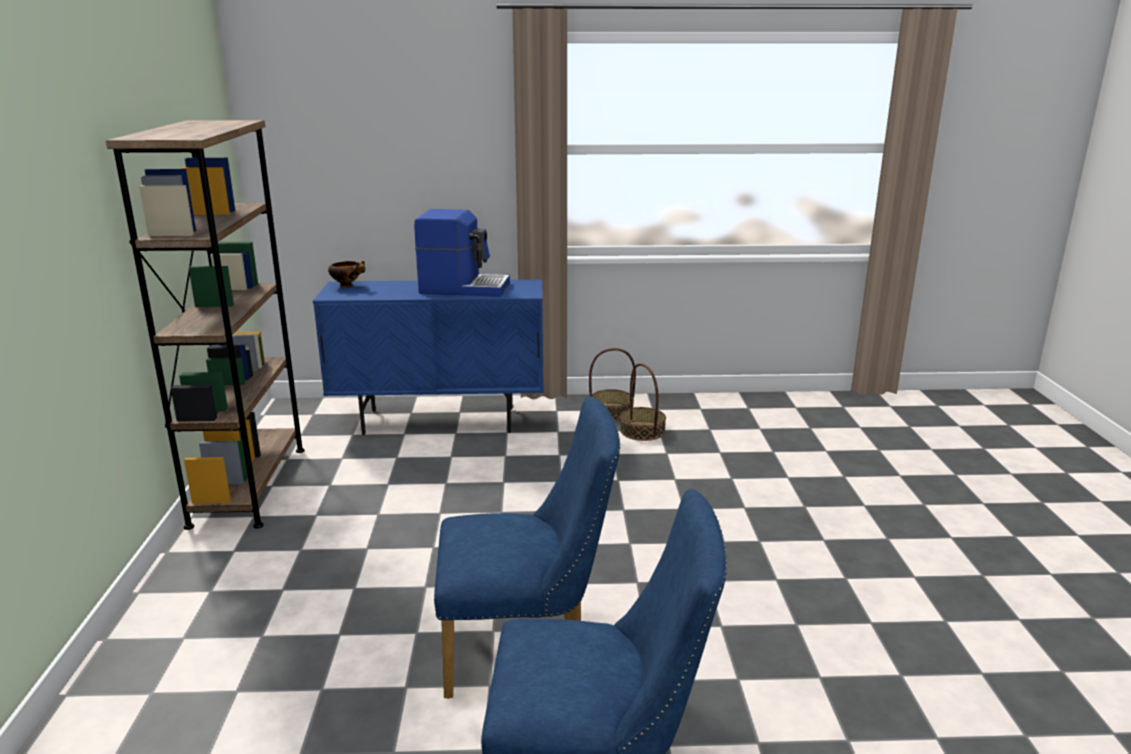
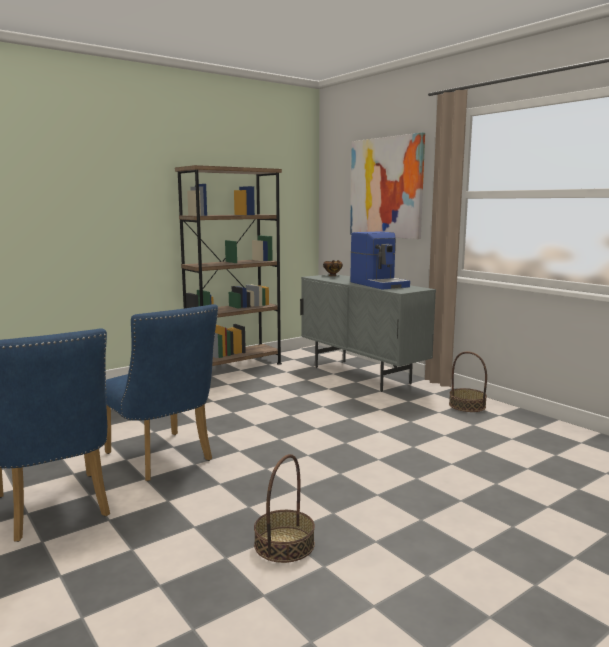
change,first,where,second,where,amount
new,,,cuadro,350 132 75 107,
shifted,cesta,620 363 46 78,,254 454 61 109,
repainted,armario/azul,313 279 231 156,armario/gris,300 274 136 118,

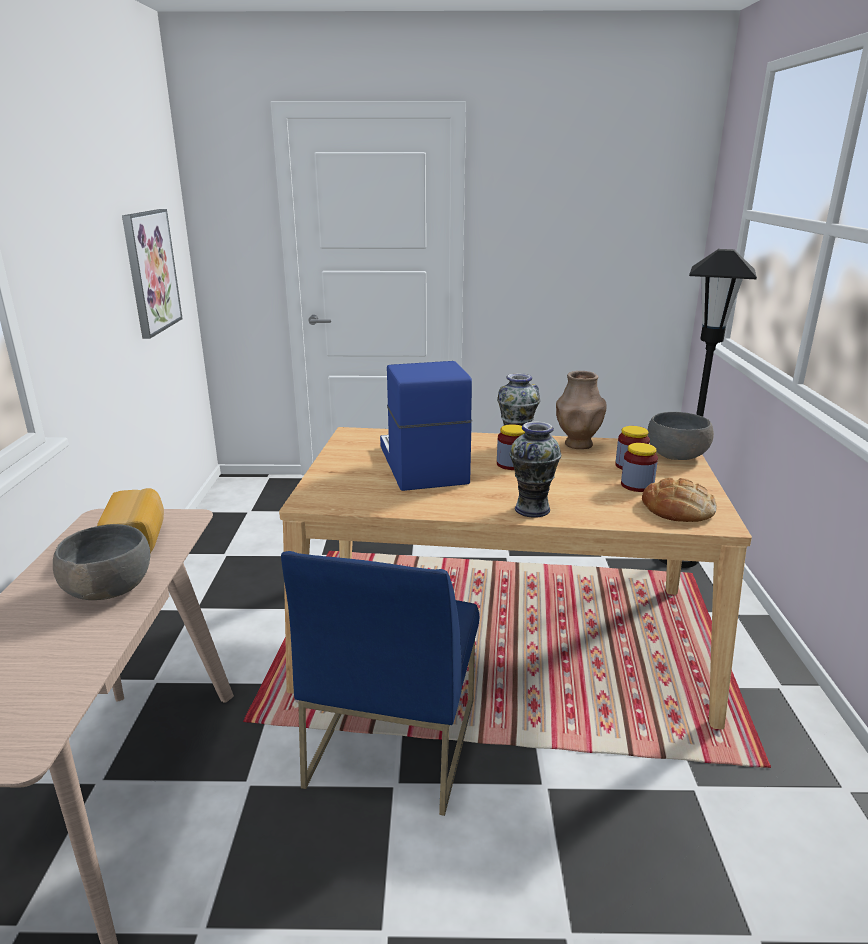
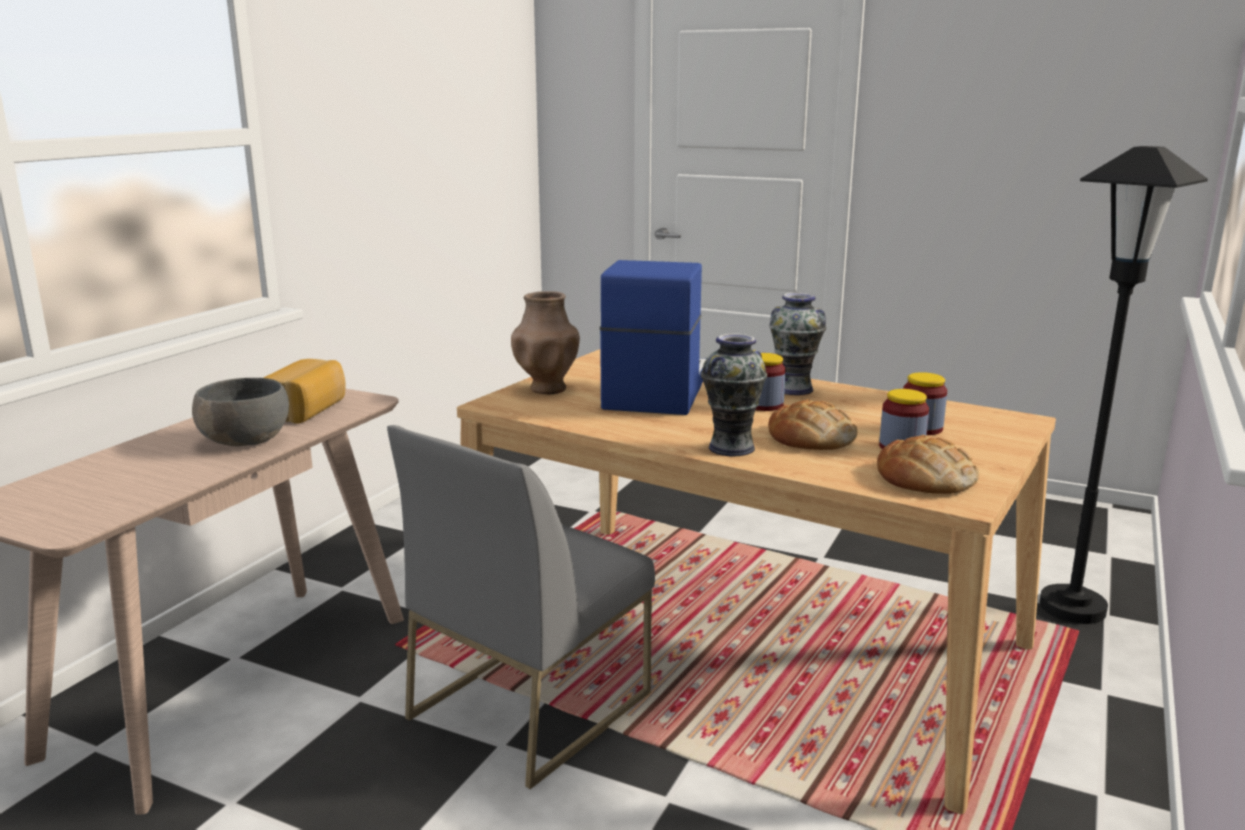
change,first,where,second,where,amount
gone,cuadro,122 209 61 130,,,
gone,cuenco/gris,648 412 66 48,,,
new,,,pan,768 399 89 51,
shifted,florero/marrón,556 371 51 78,,511 291 69 103,
repainted,silla/azul,281 551 198 265,silla/gris,387 425 268 364,

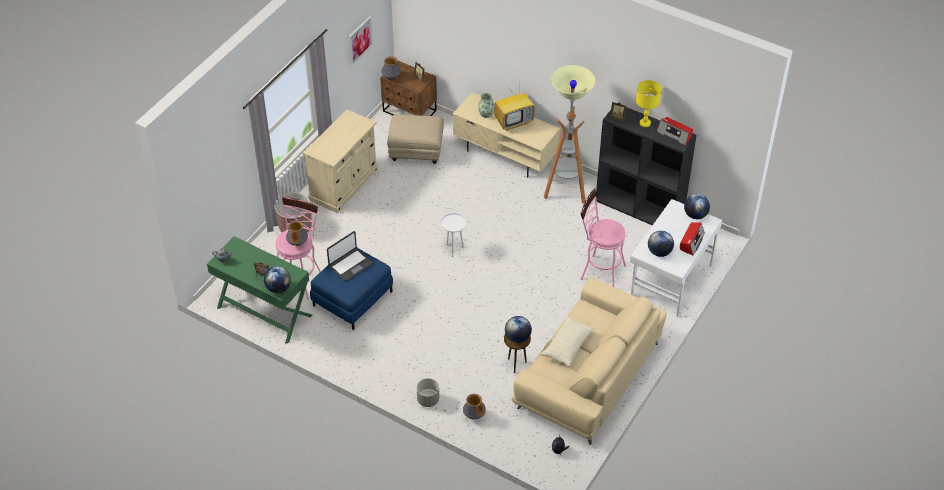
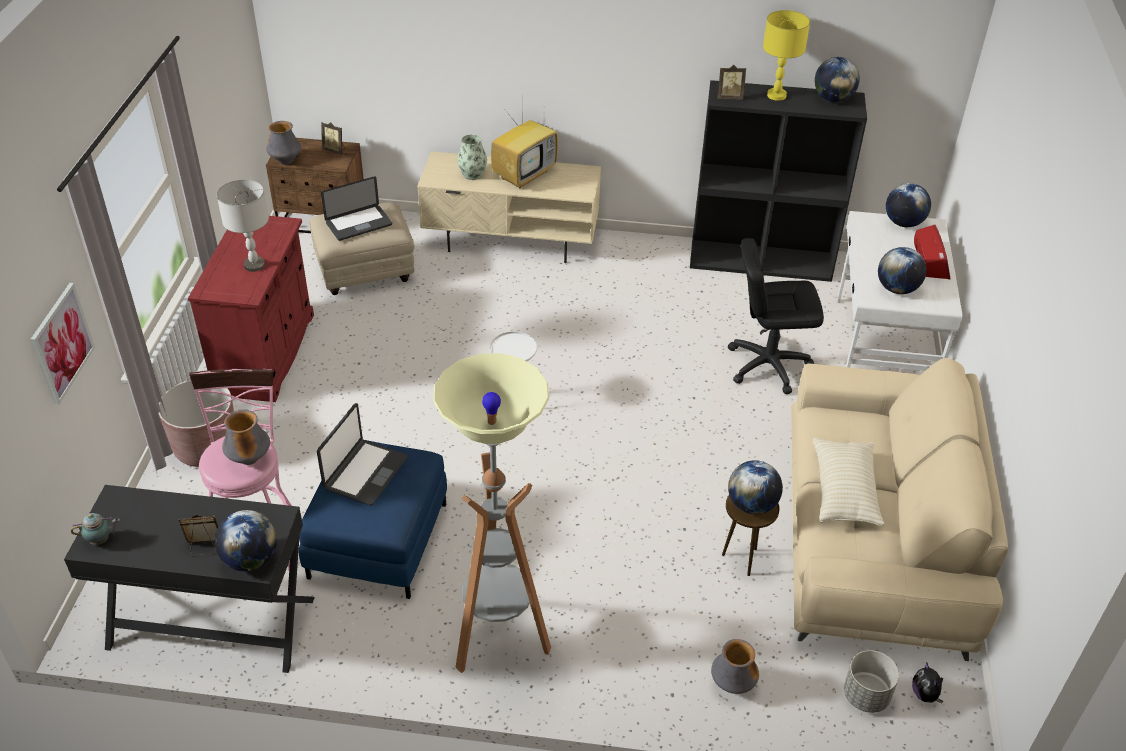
change,first,where,second,where,amount
new,,,lámpara de mesa/gris,217 179 52 93,
new,,,portátil,321 176 71 65,
shifted,cuadro,349 16 24 49,,31 283 64 122,
shifted,maceta/gris,417 378 22 29,,844 650 55 63,
shifted,lámpara de pie,544 65 52 138,,433 353 118 320,
swapped,taburete/rosa,581 188 45 99,silla de oficina/negro,728 238 96 156,
swapped,radio,657 117 36 28,globo terráqueo,815 57 45 45,
repainted,escritorio/verde,207 236 106 108,escritorio/negro,64 485 251 188,
repainted,armario/beis,303 109 75 104,armario/rojo,188 216 126 186,

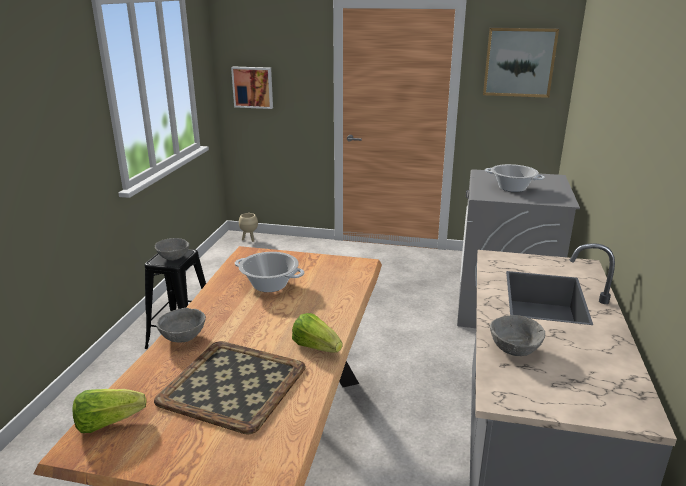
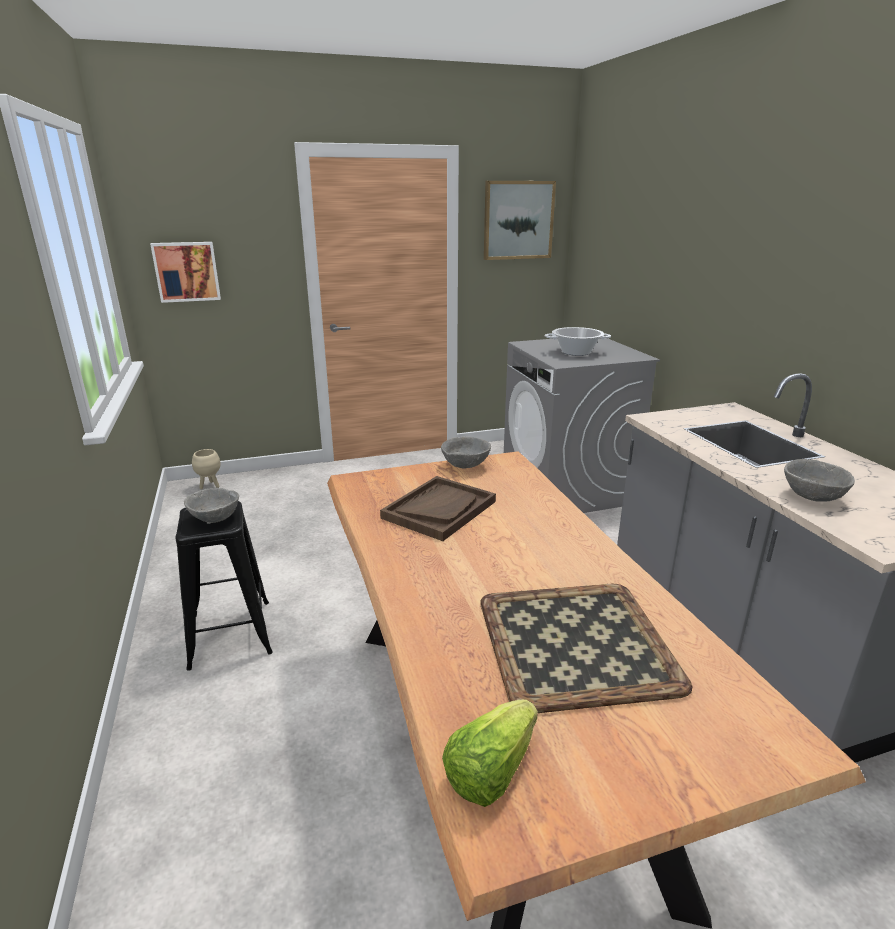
change,first,where,second,where,amount
gone,lechuga,292 313 50 40,,,
shifted,cuenco/gris,156 308 50 35,,441 436 50 33,
swapped,olla,235 252 69 40,bandeja/marrón,380 476 116 65,

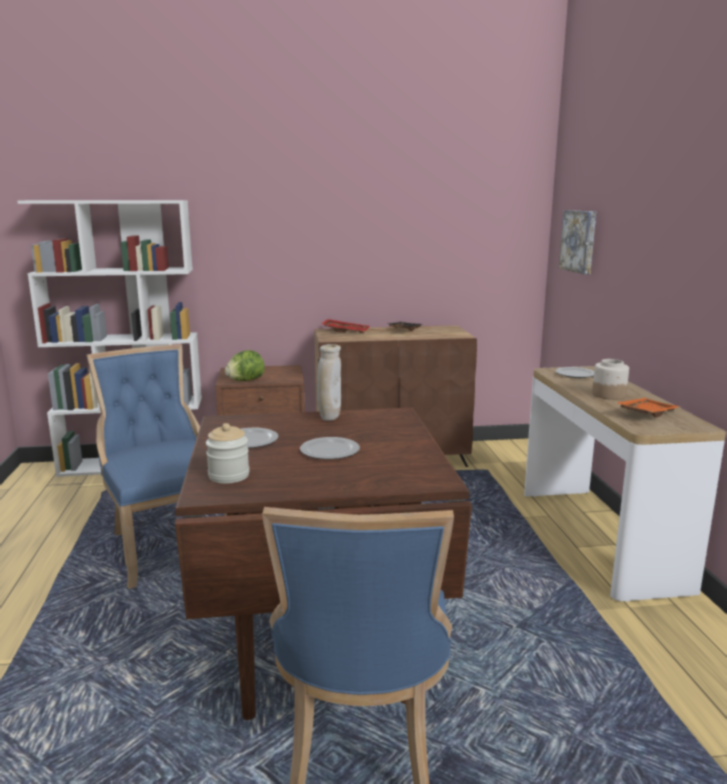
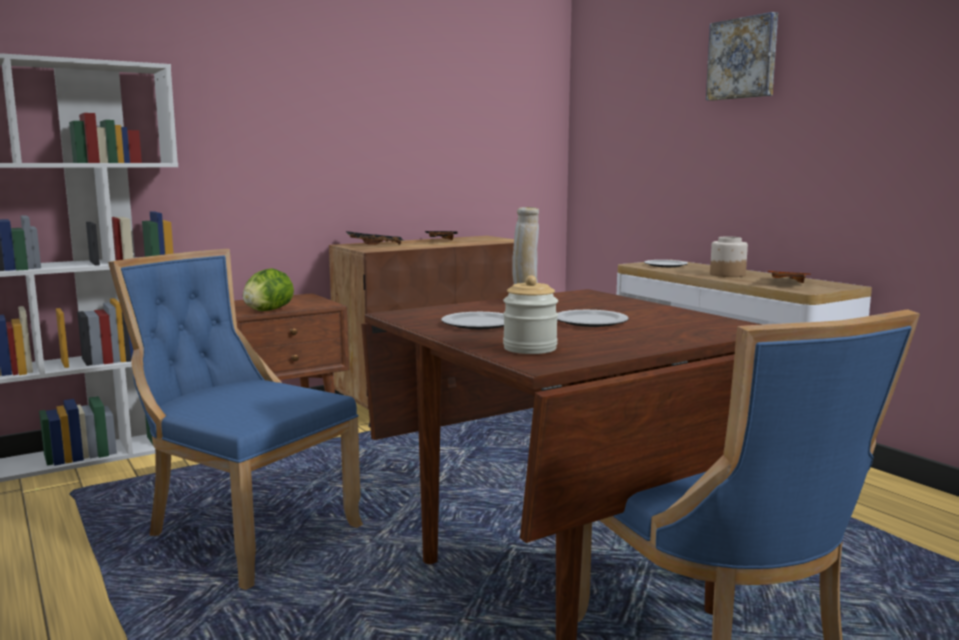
change,first,where,second,where,amount
shifted,cuadro,559 210 37 64,,706 12 72 89,
repainted,bandeja/rojo,321 319 49 15,bandeja/negro,346 231 59 14,

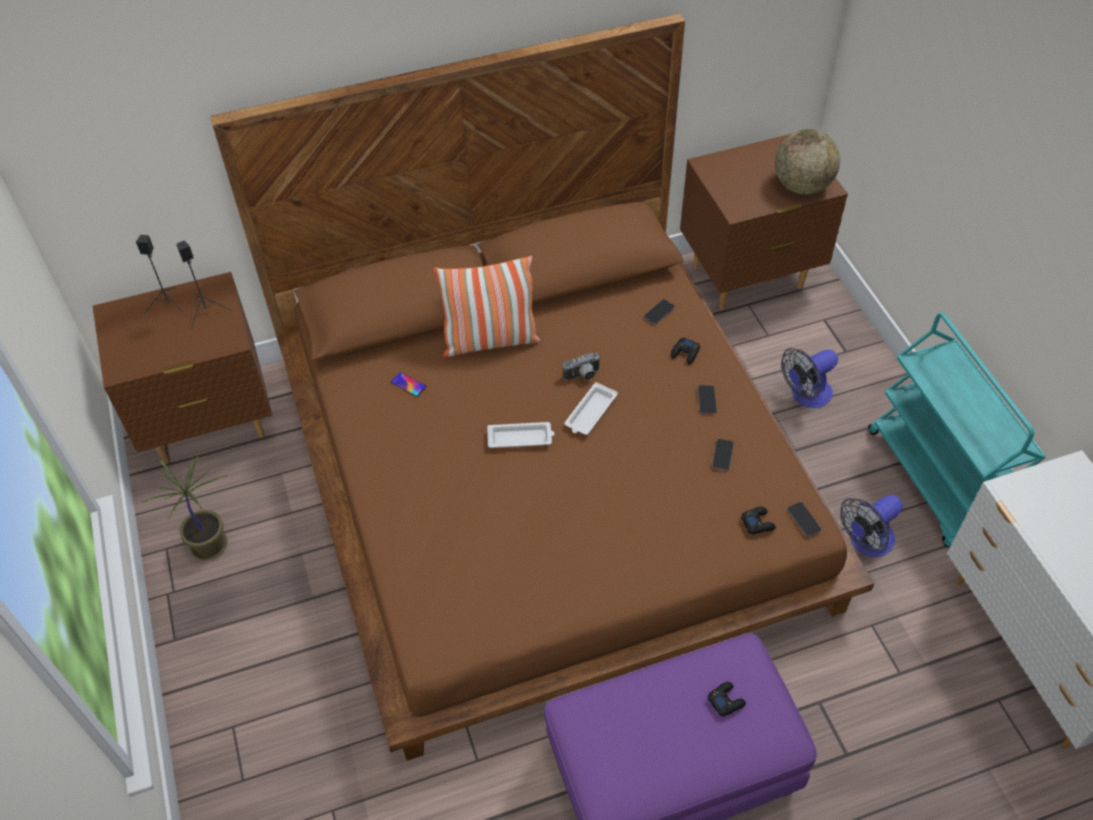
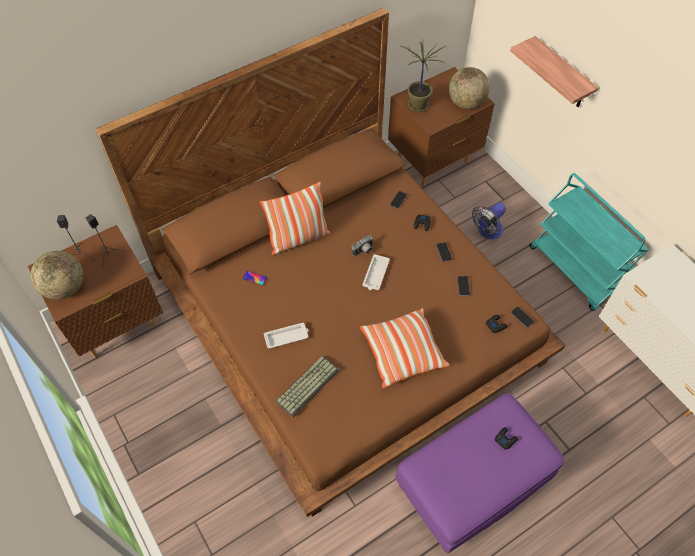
change,first,where,second,where,amount
gone,ventilador,840 495 63 62,,,
new,,,globo terráqueo,31 251 52 49,
new,,,teclado,275 356 65 61,
new,,,cojín,360 308 89 80,
new,,,estante,510 36 88 71,
shifted,planta en maceta,142 456 87 104,,401 42 45 70,
shifted,bandeja/blanco,487 422 67 26,,264 323 45 25,

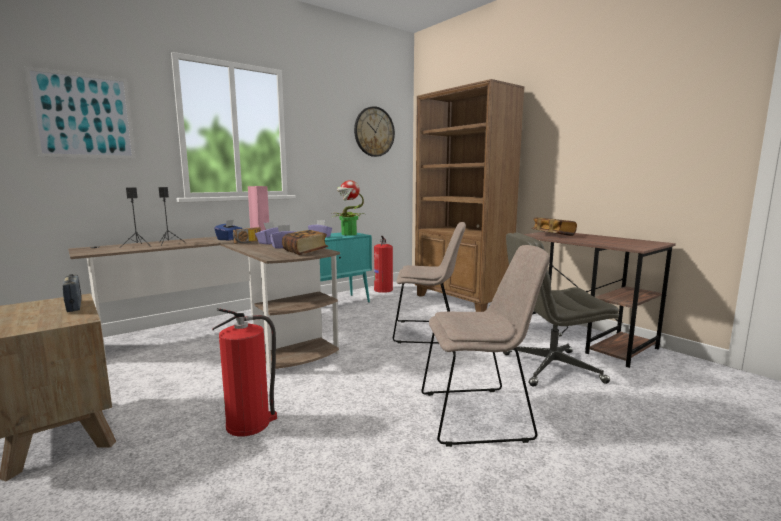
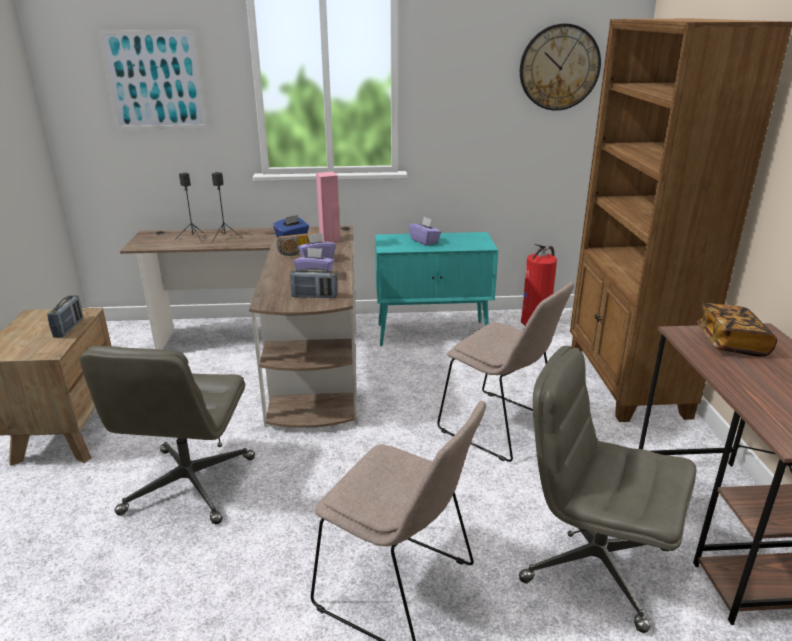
change,first,where,second,where,amount
gone,planta en maceta,331 180 33 56,,,
swapped,extintor,212 308 65 129,silla de oficina/gris,80 346 175 178,
swapped,libro,282 230 46 25,radio,290 268 48 30,

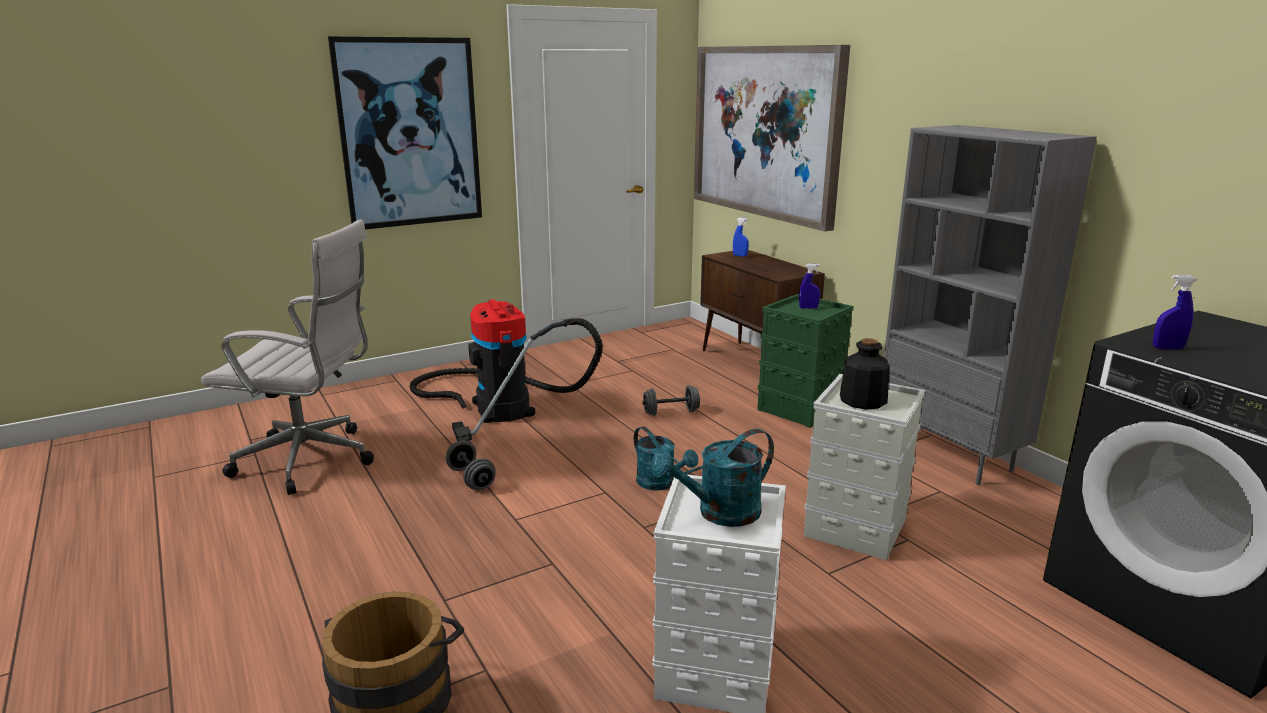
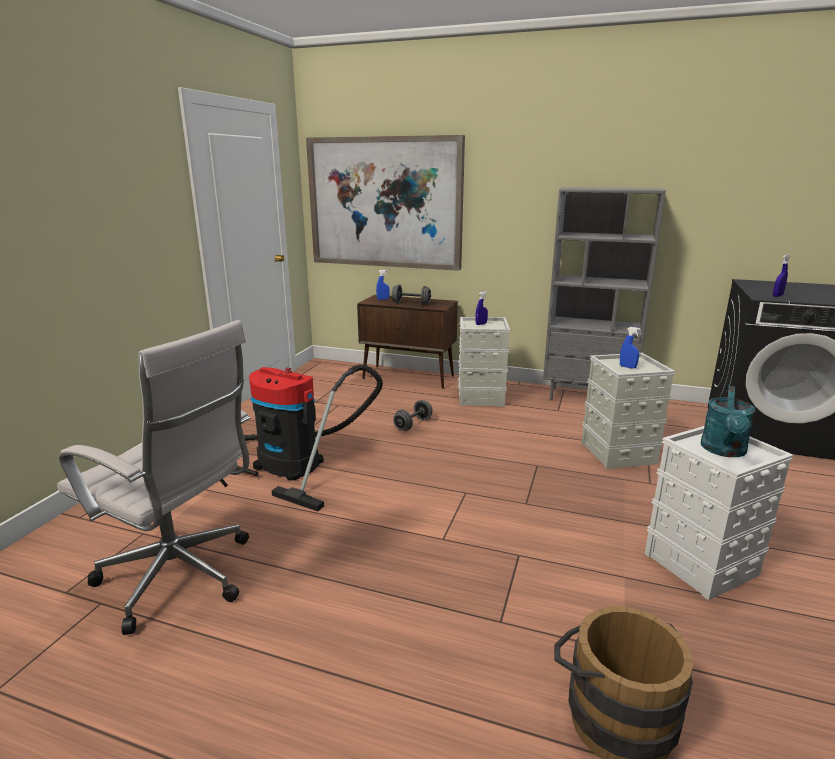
change,first,where,second,where,amount
gone,cuadro,328 36 154 193,,,
gone,regadera/turquesa,634 426 64 65,,,
shifted,mancuerna/gris,446 441 50 49,,392 284 39 21,
swapped,botella,840 338 50 72,pulverizador/azul,620 327 21 42,
repainted,caja de almacenaje/verde,757 294 97 134,caja de almacenaje/gris,458 317 52 90,
rotated,silla de oficina/blanco,201 219 173 276,,57 320 193 315,60 degrees clockwise

